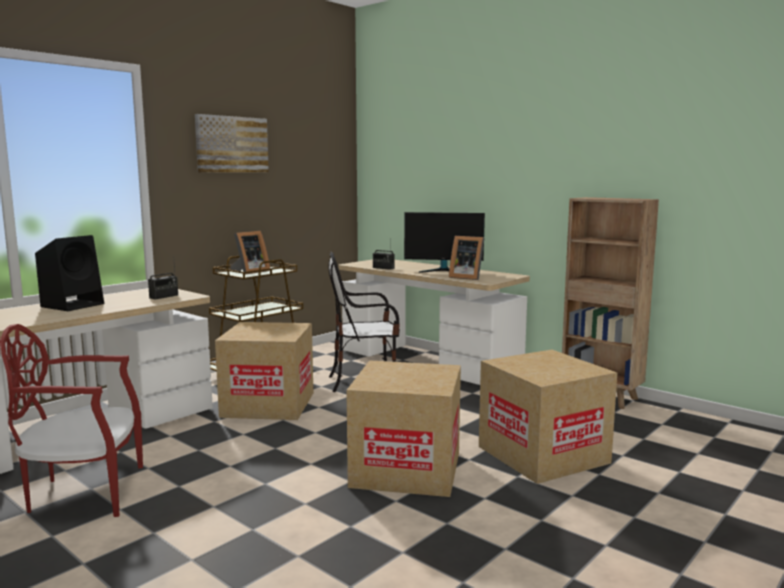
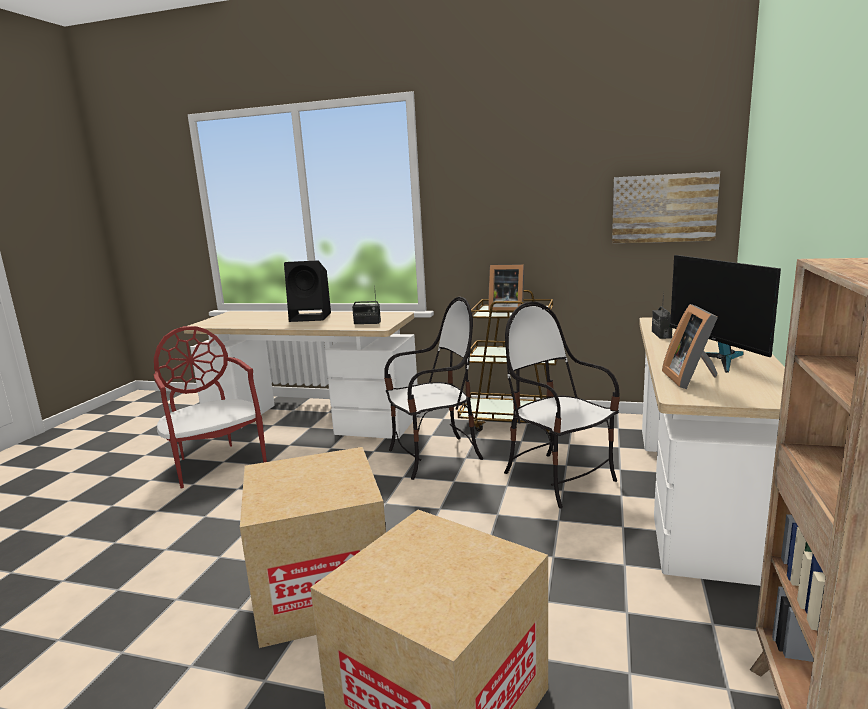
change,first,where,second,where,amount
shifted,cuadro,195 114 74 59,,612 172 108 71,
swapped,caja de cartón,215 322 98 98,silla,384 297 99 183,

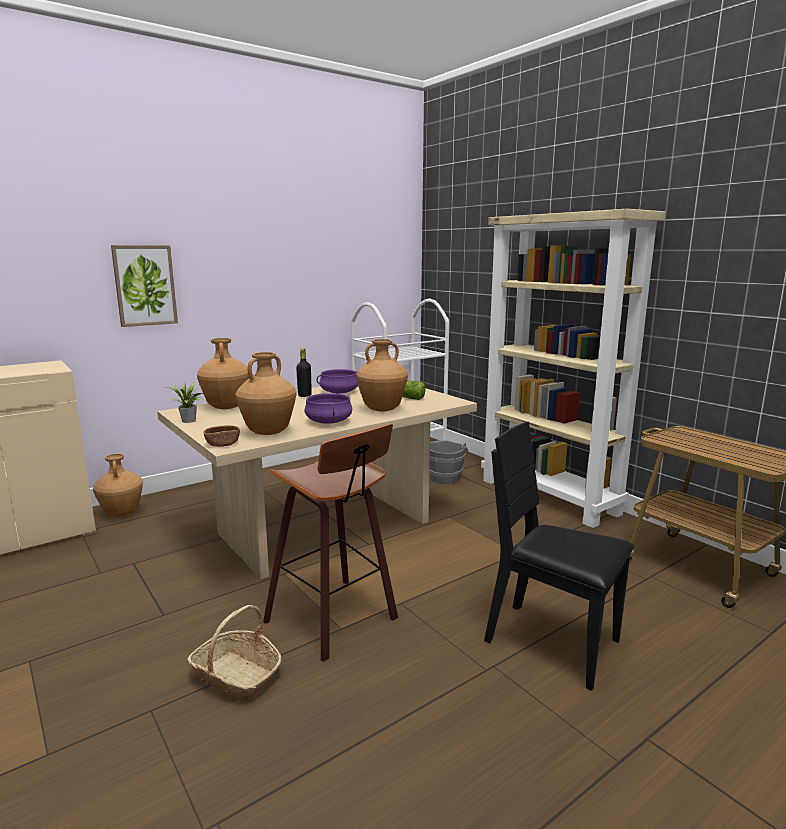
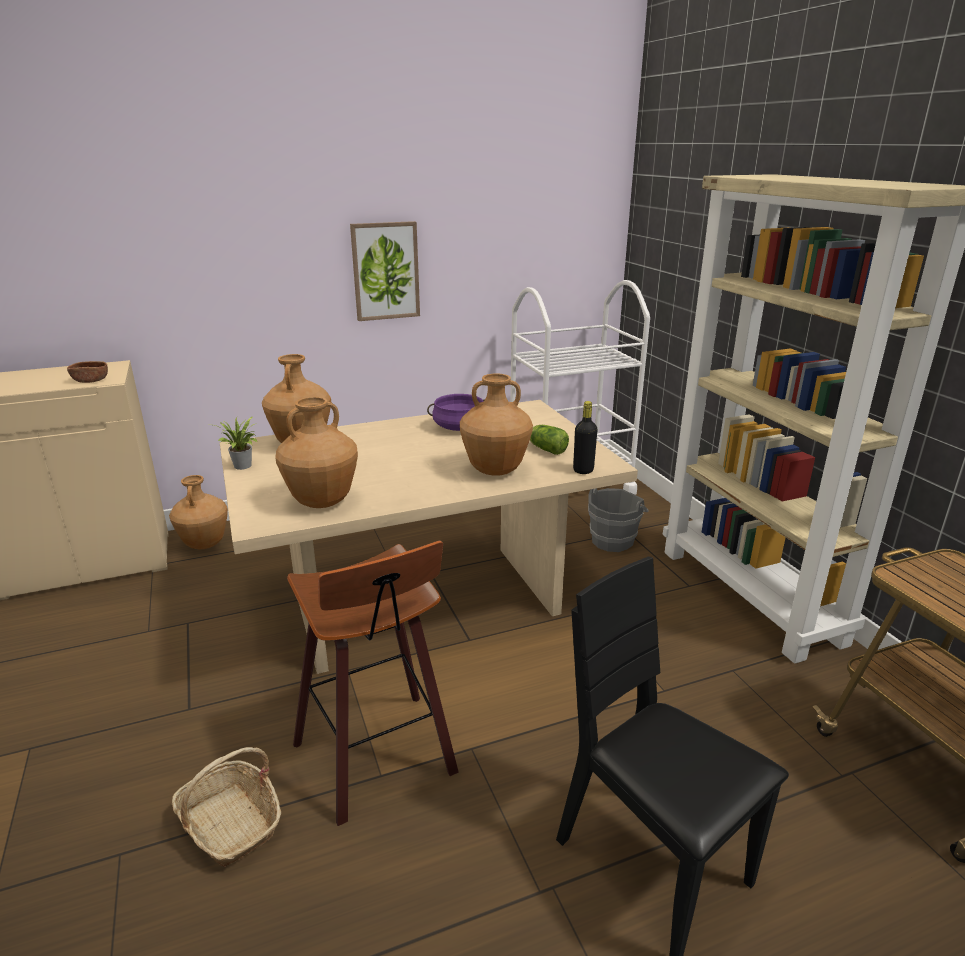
change,first,where,second,where,amount
gone,olla/morado,304 393 48 31,,,
shifted,cuadro,111 245 67 82,,350 221 70 100,
shifted,cuenco/marrón,204 425 36 22,,67 361 41 22,
shifted,botella/negro,296 348 16 49,,573 401 25 73,

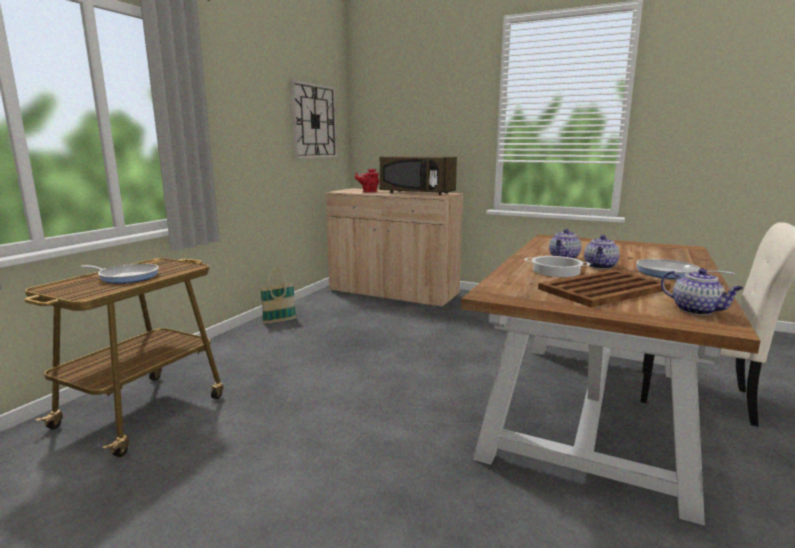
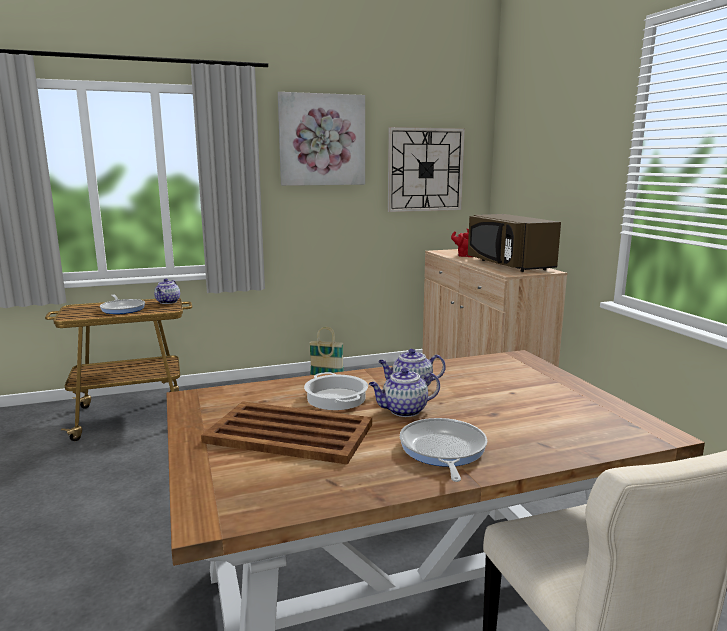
change,first,where,second,where,amount
new,,,cuadro,278 92 87 94,
shifted,tetera,661 268 83 47,,154 279 26 25,

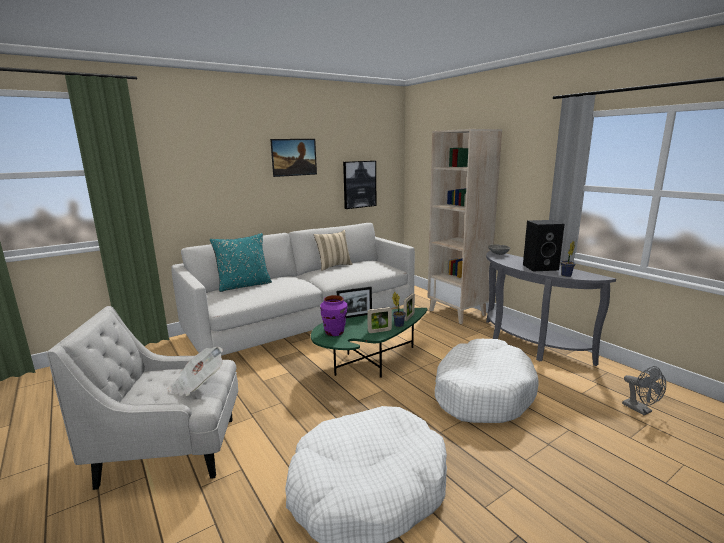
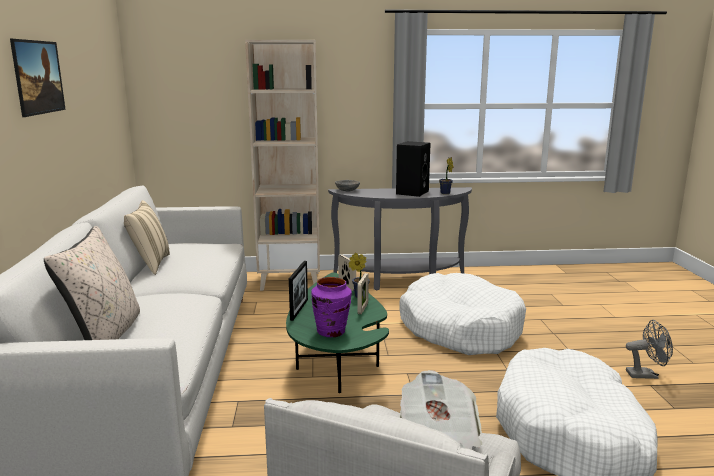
change,first,where,second,where,amount
gone,cuadro,343 161 33 48,,,
shifted,ventilador/gris,622 366 44 50,,626 320 47 59,
repainted,cojín/turquesa,210 233 62 59,cojín/beis,44 226 96 114,

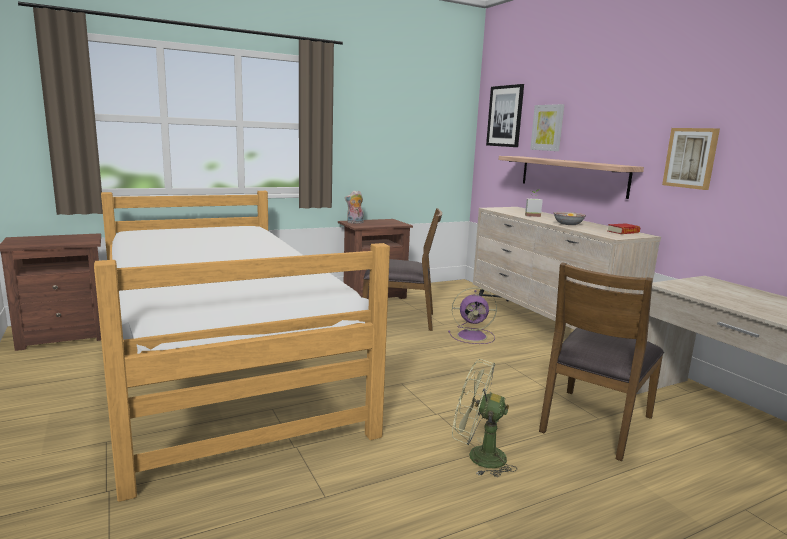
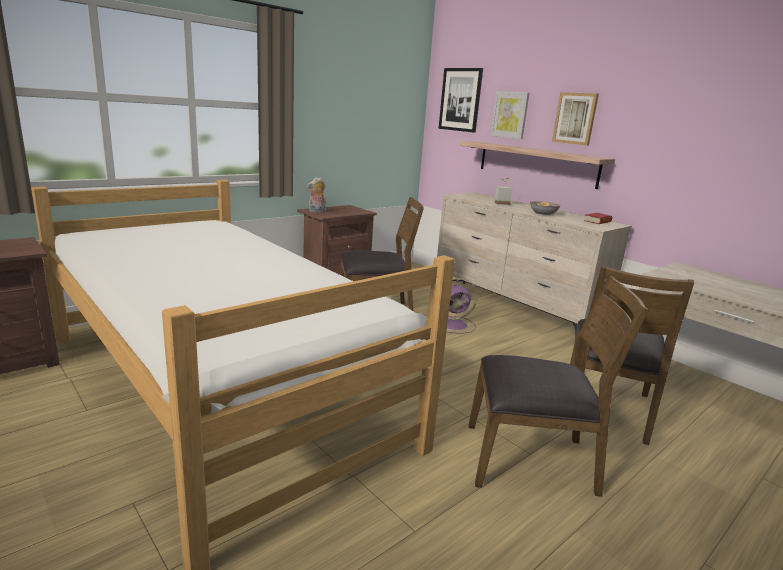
change,first,where,second,where,amount
shifted,cuadro,662 128 58 62,,552 92 47 53,
swapped,ventilador/verde,452 359 65 118,silla/marrón,469 276 180 221,

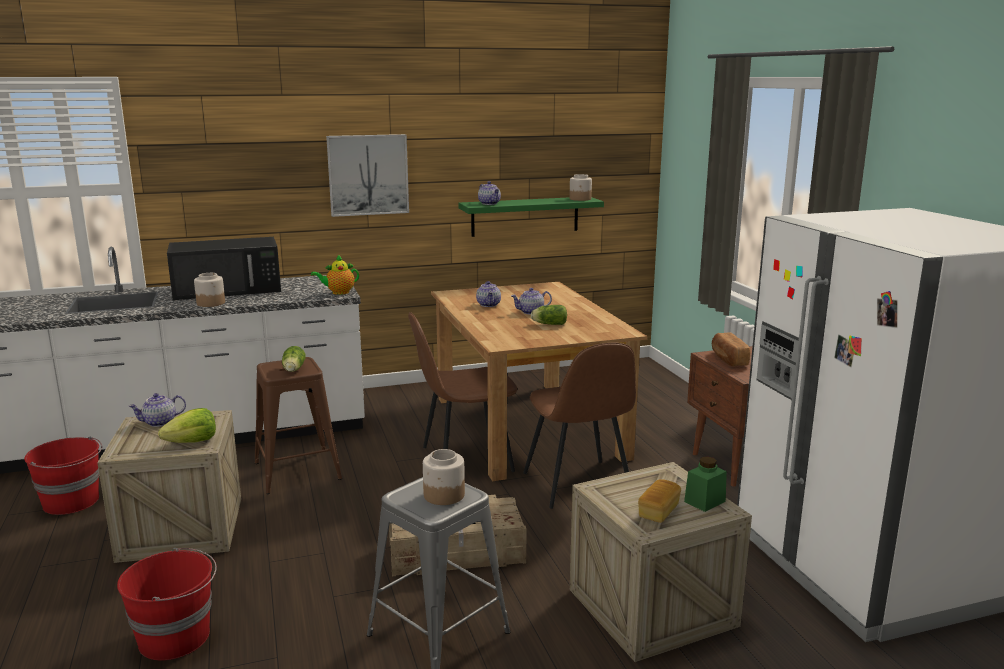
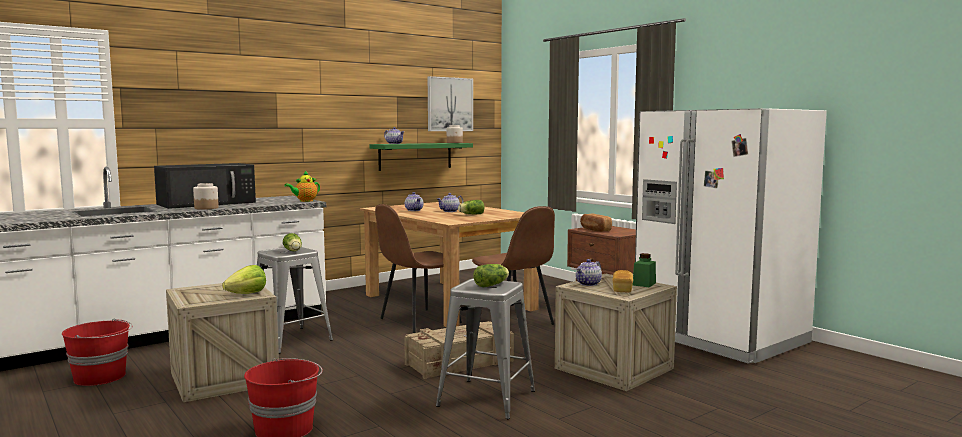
change,first,where,second,where,amount
shifted,tetera,128 393 58 34,,576 259 26 27,
shifted,cuadro,326 134 83 83,,428 76 45 55,
swapped,tarro,423 449 42 56,lechuga,473 264 36 23,
repainted,taburete/marrón,255 357 87 137,taburete/gris,257 247 76 107,

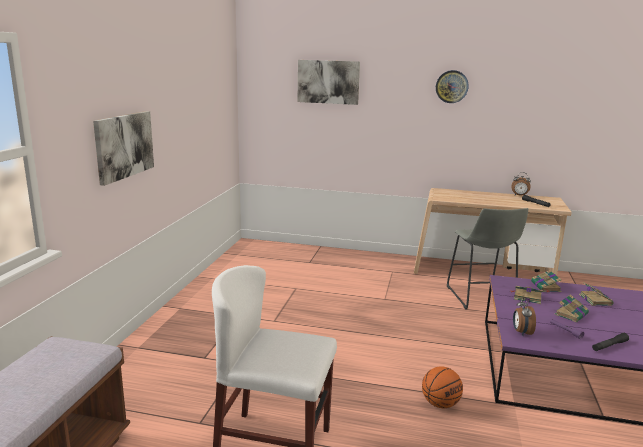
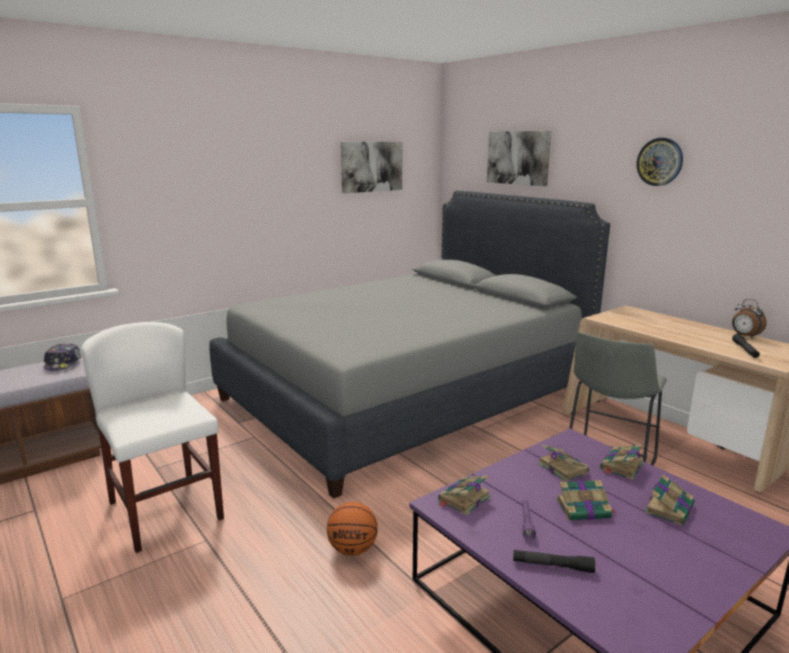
change,first,where,second,where,amount
new,,,gorra,43 343 38 28,
new,,,cama/gris,209 191 401 308,
shifted,cuadro,93 111 61 75,,341 142 61 51,
swapped,despertador,513 297 23 38,libro,438 476 53 40,

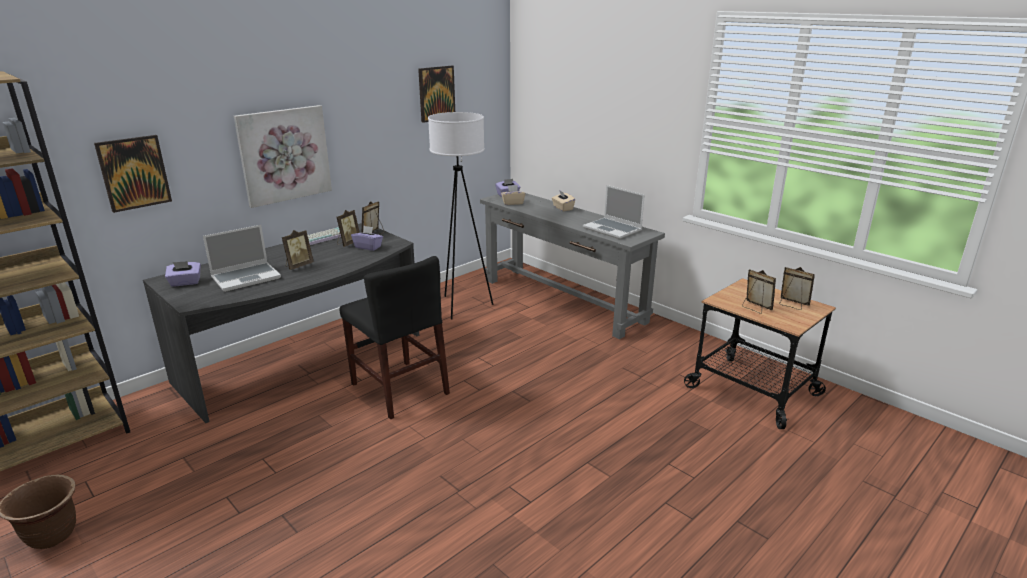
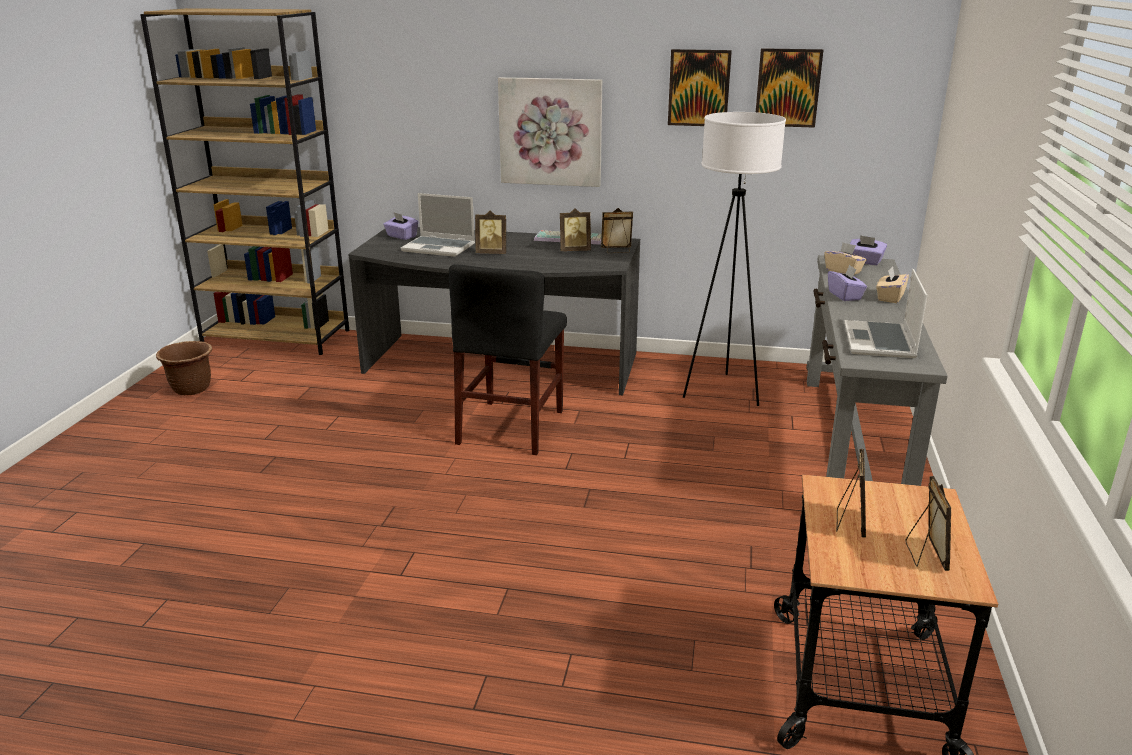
change,first,where,second,where,amount
shifted,cuadro,94 135 78 78,,668 49 64 77,
shifted,caja de pañuelos/morado,351 226 32 25,,828 265 39 36,

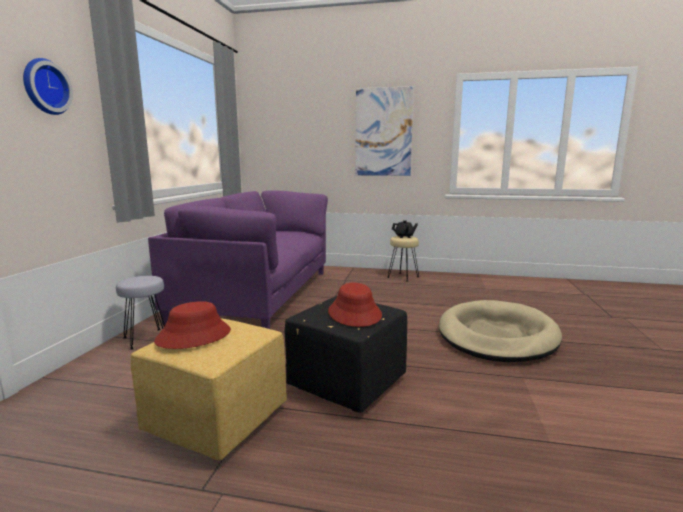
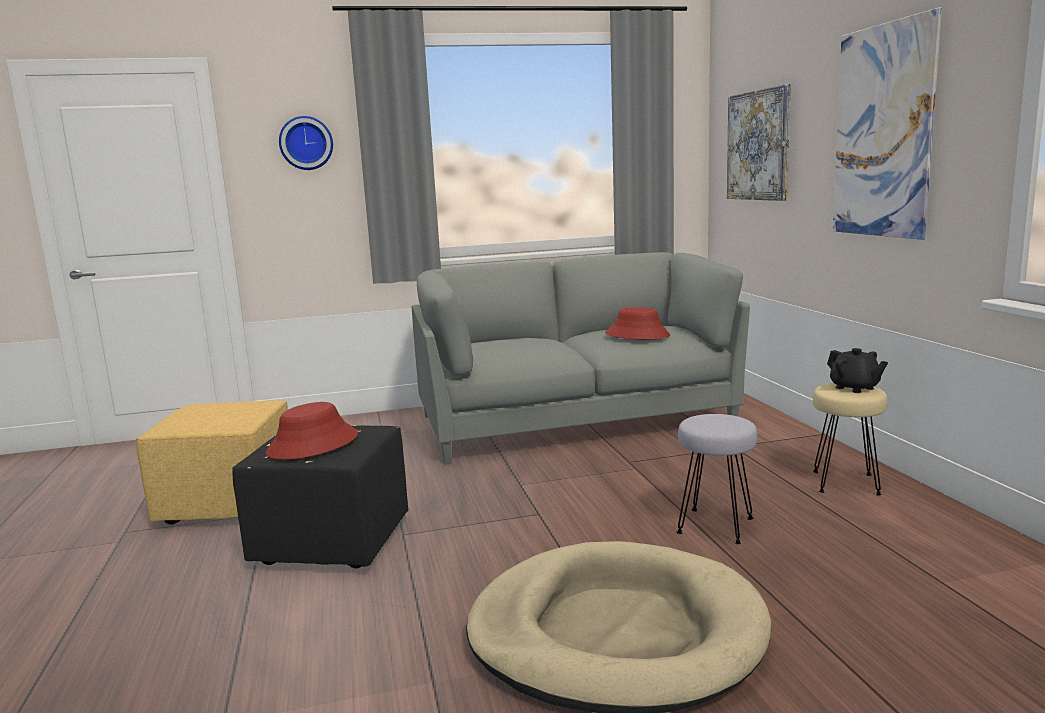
change,first,where,second,where,amount
new,,,cuadro,727 84 64 117,
shifted,taburete/gris,116 276 49 74,,677 414 80 130,
shifted,sombrero/rojo,154 301 77 48,,605 307 65 32,
repainted,sofá/morado,148 191 180 138,sofá/gris,412 252 338 213,

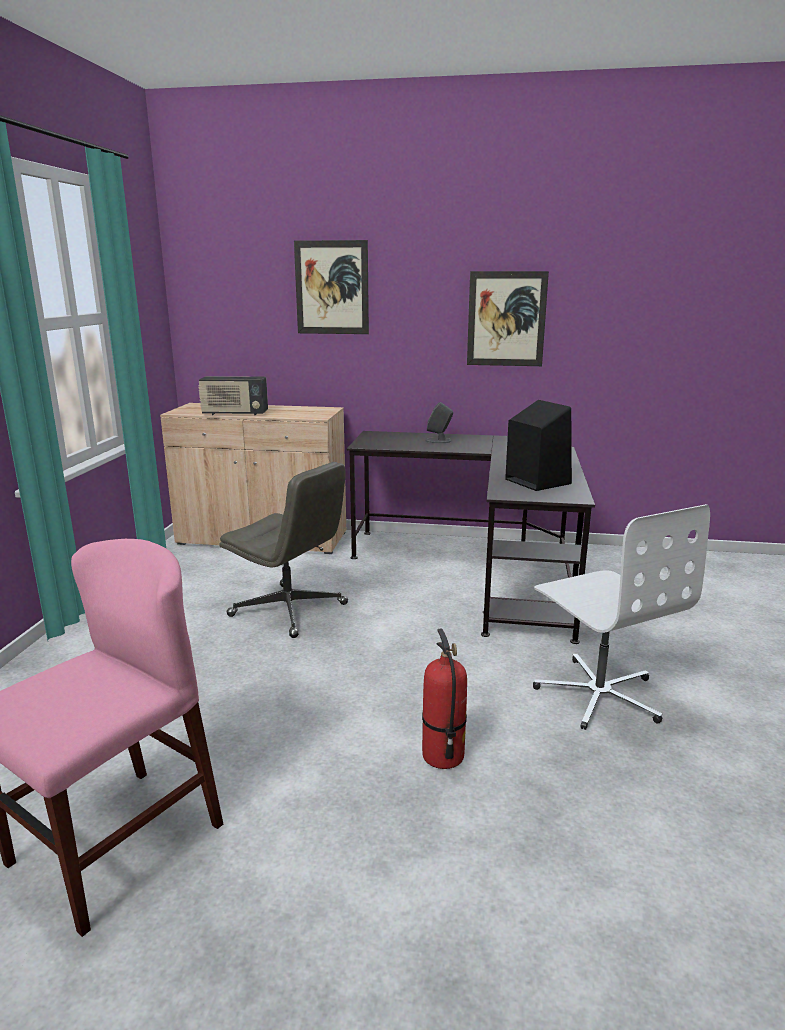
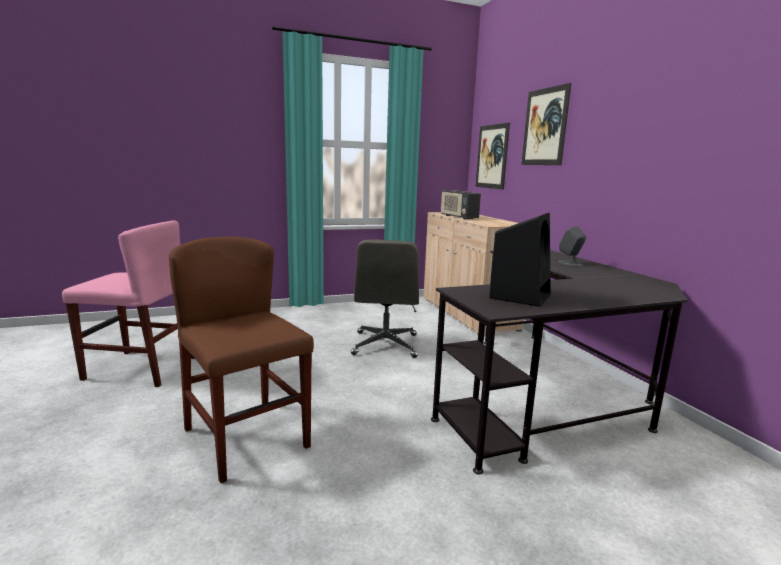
change,first,where,second,where,amount
gone,silla de oficina/blanco,533 504 177 226,,,
shifted,cuadro,467 271 82 95,,475 123 35 66,
swapped,extintor,422 629 45 140,silla/marrón,169 237 145 246,

